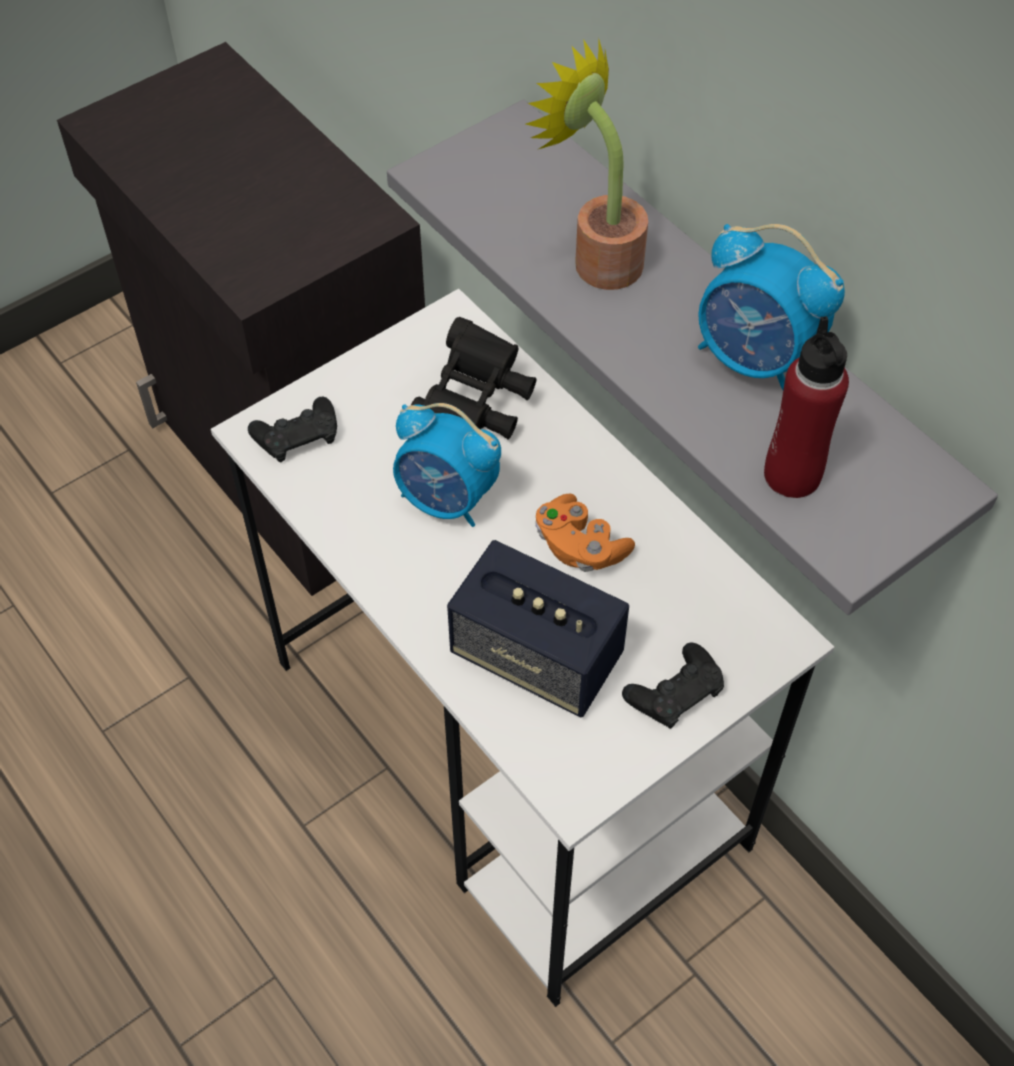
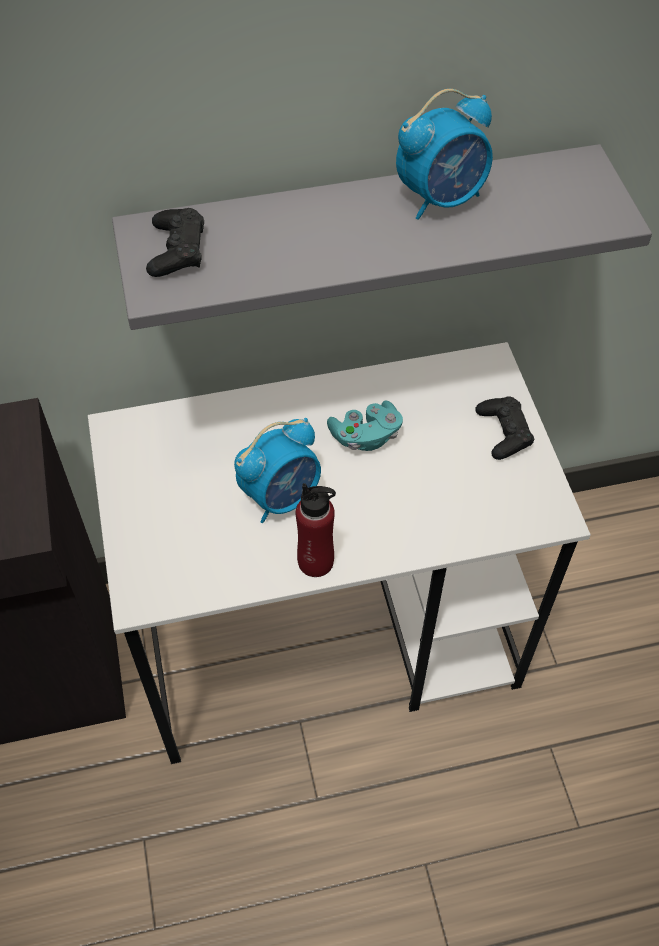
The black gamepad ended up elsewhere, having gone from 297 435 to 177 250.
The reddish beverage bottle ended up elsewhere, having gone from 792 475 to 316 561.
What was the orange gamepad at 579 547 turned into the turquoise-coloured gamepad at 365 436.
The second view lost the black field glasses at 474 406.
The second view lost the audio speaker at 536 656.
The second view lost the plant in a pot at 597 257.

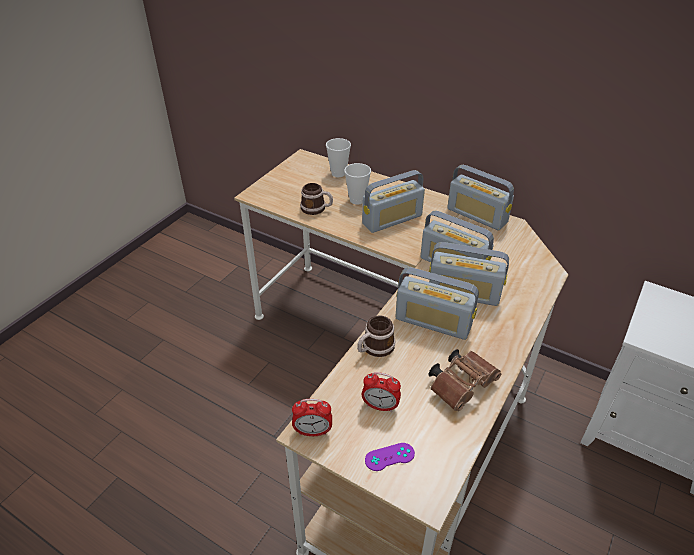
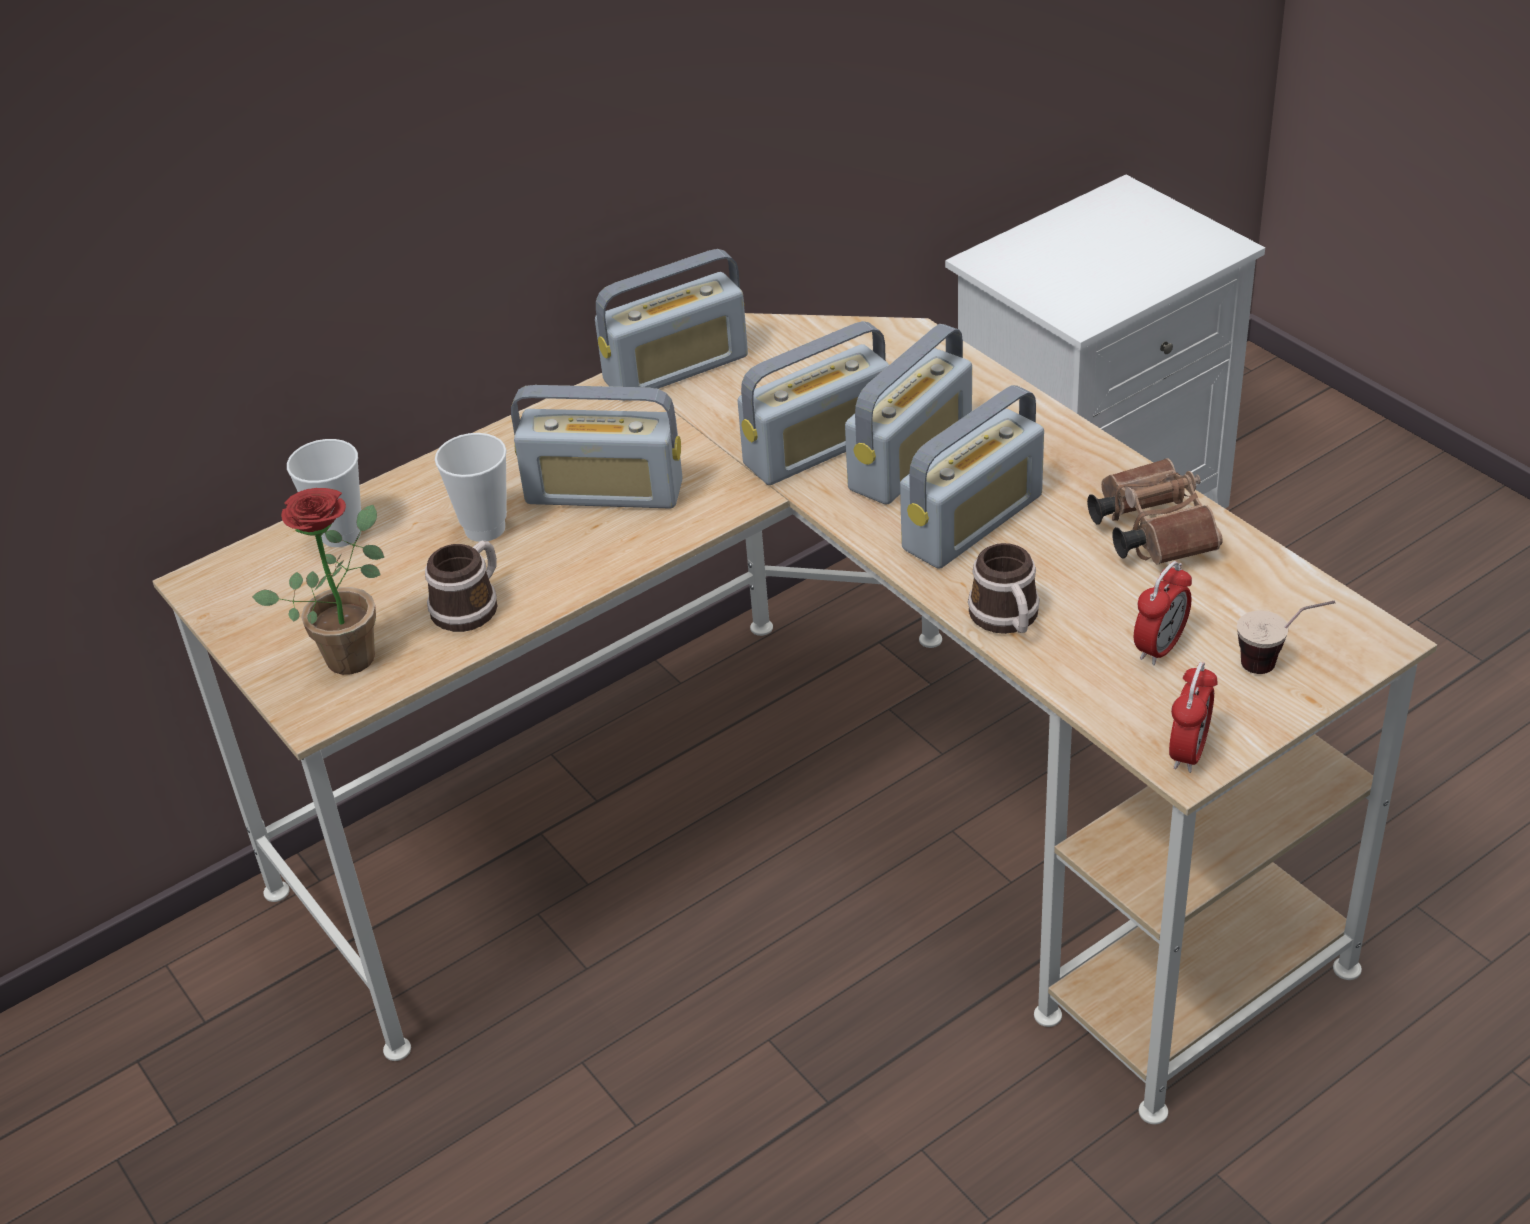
The second view gained the plant in a pot at 353 650.
The radio receiver at 392 219 ended up facing another way, 105 degrees clockwise from before.
Where the purple-coloured gamepad stood at 389 457, the cup came to stand at 1279 663.

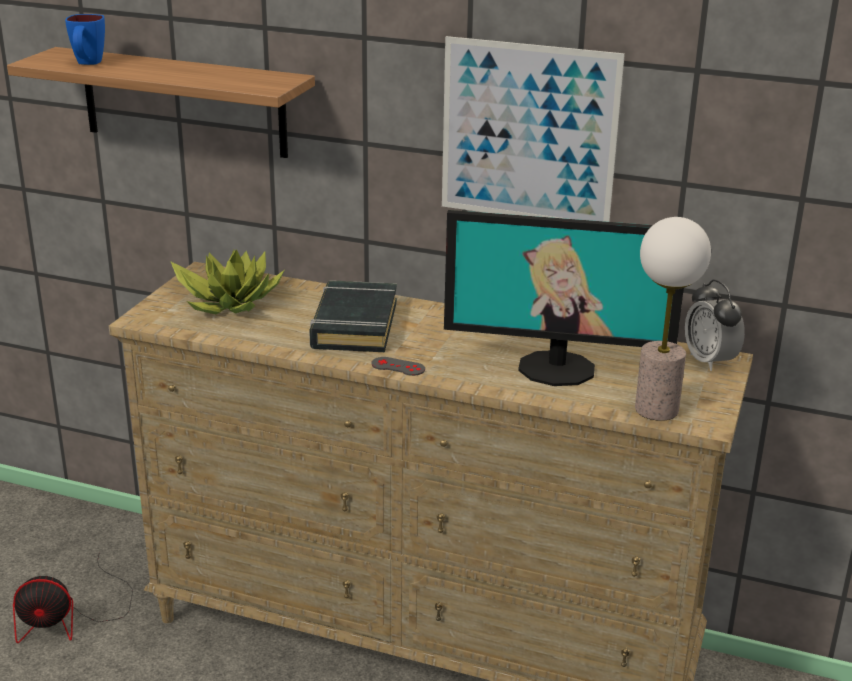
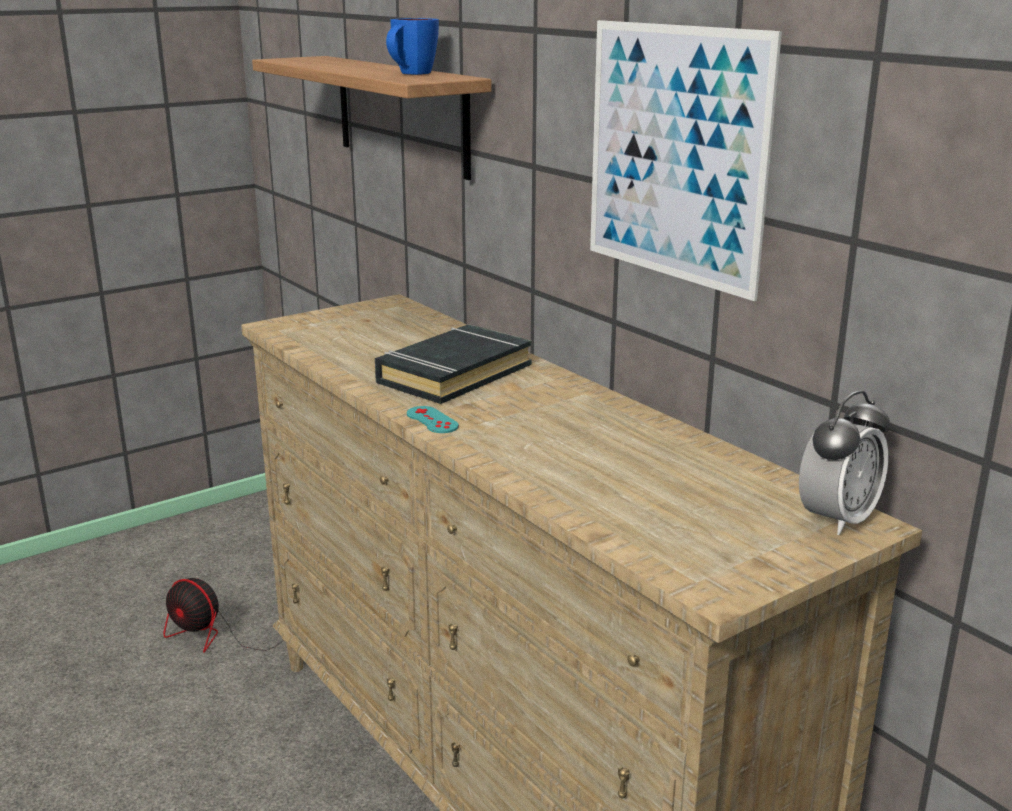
The blue mug ended up elsewhere, having gone from 87 64 to 410 74.
What was the grey gamepad at 398 367 turned into the turquoise-coloured gamepad at 432 420.
The bedside clock at 709 361 ended up facing another way, 150 degrees counterclockwise from before.
The second view lost the plant in a pot at 229 301.
The second view lost the monitor at 557 368.
The second view lost the lamp for a table at 657 409.

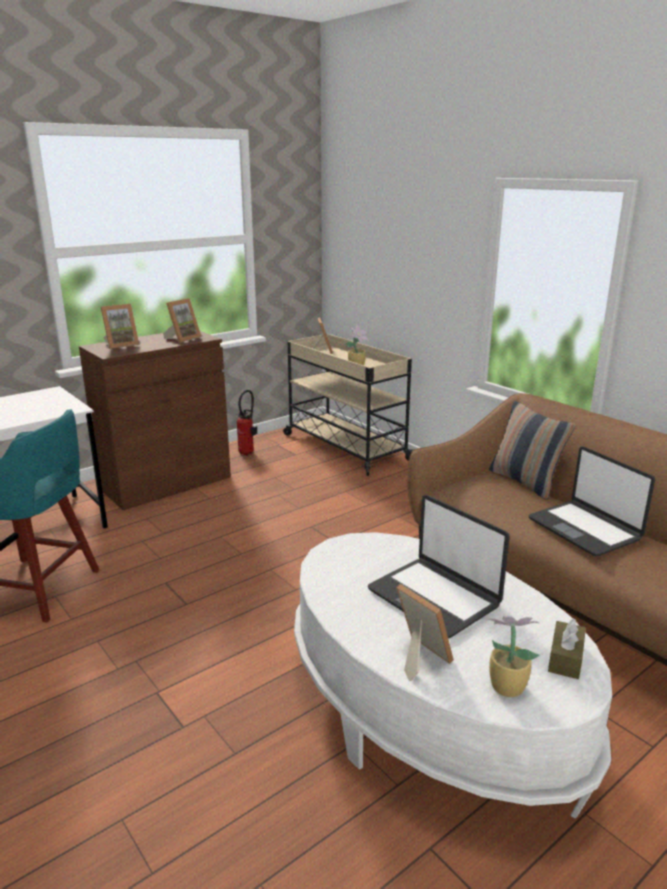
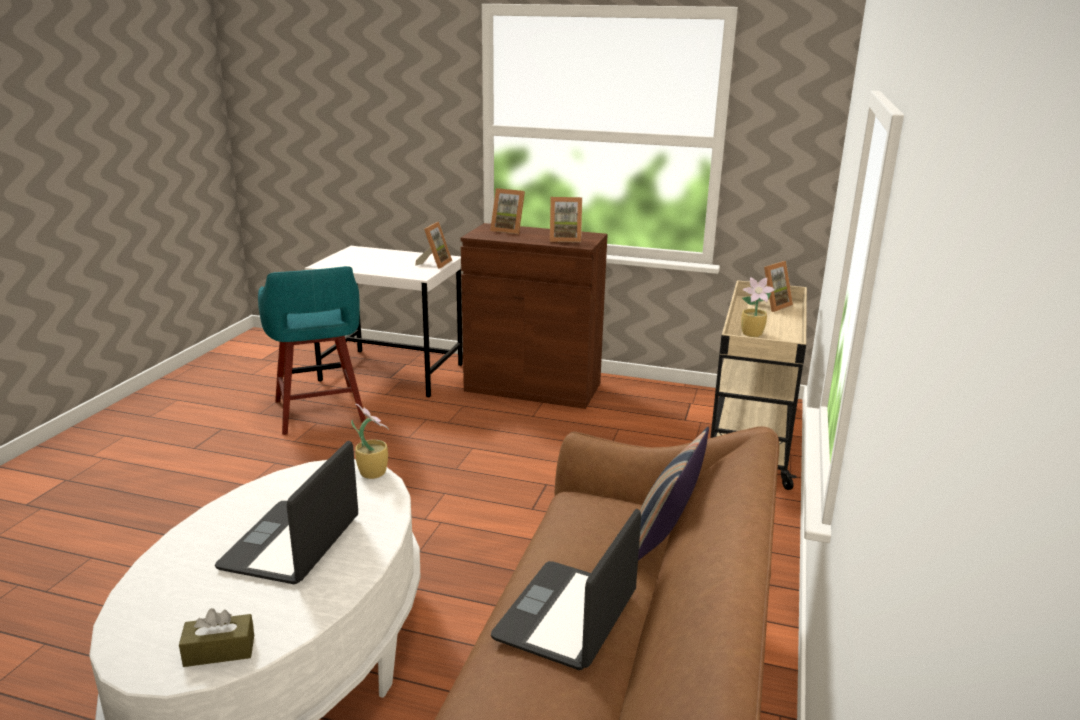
The plant in a pot ended up elsewhere, having gone from 505 686 to 373 472.
The standing frame ended up elsewhere, having gone from 418 657 to 435 264.
The second view lost the fire-fighting cylinder at 248 452.

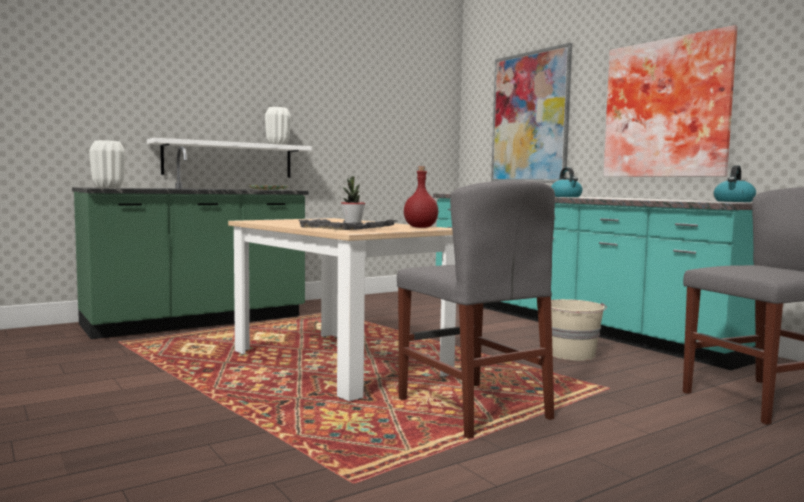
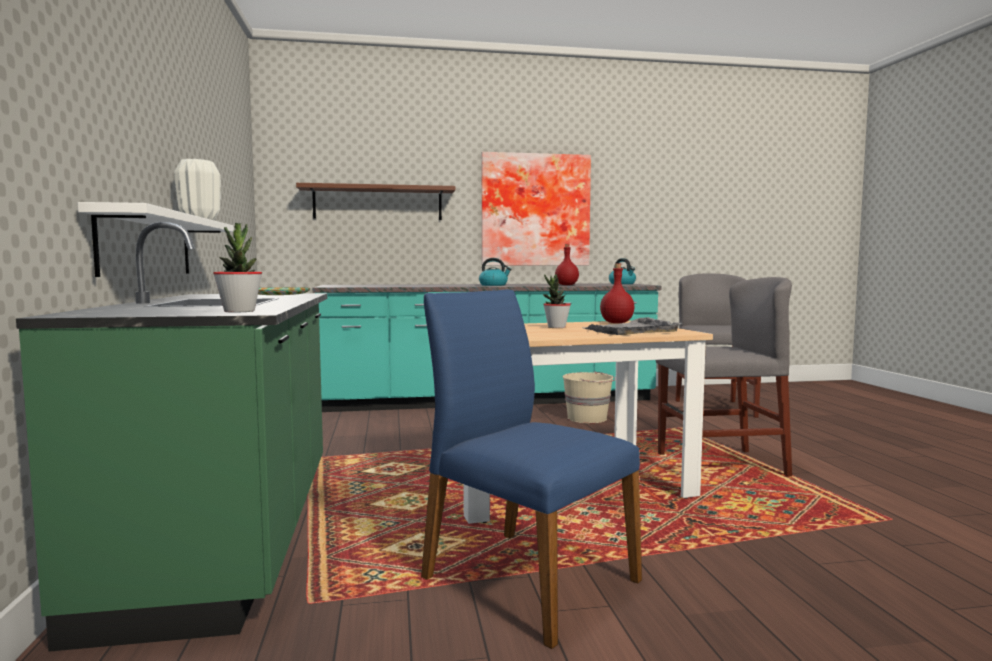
Where the whitish flower vase stood at 109 188, the plant in a pot came to stand at 239 311.
Where the wall art hung at 530 118, the brownish shelf came to hang at 378 203.
The second view gained the blue chair at 526 579.
The second view gained the reddish beverage bottle at 566 285.

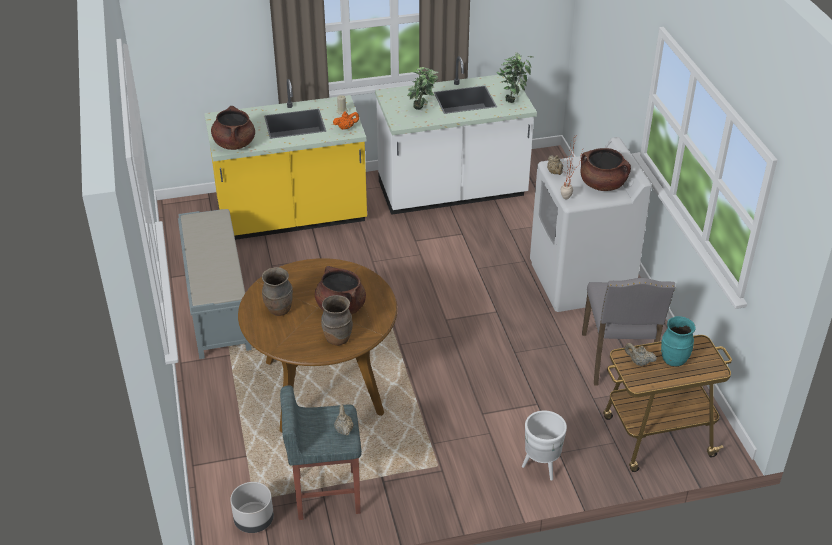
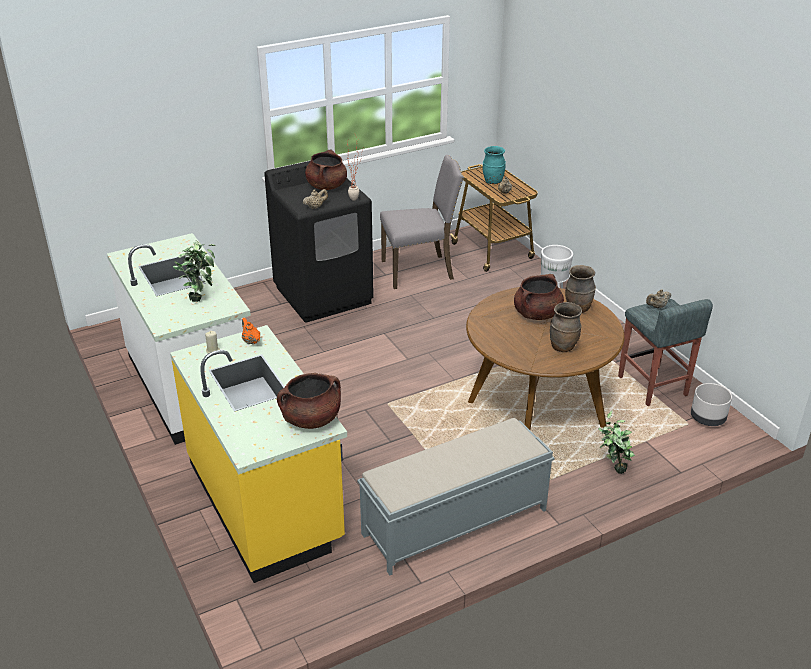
What was the whitish washing machine at 581 281 turned into the black washing machine at 324 295.
The plant in a pot ended up elsewhere, having gone from 513 99 to 612 469.

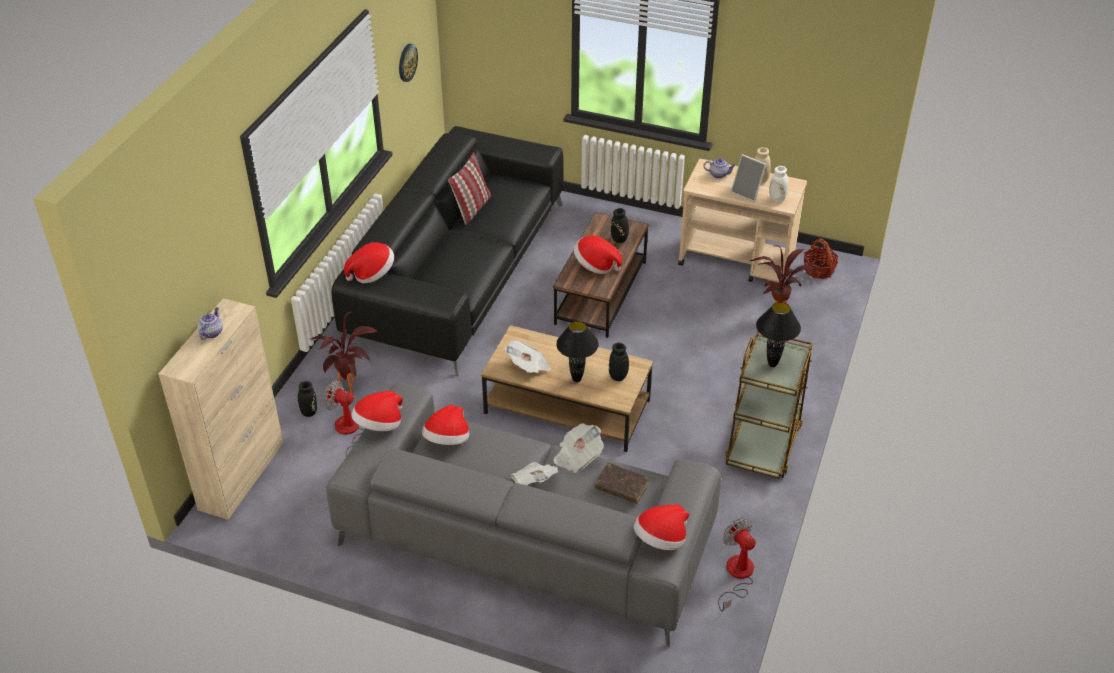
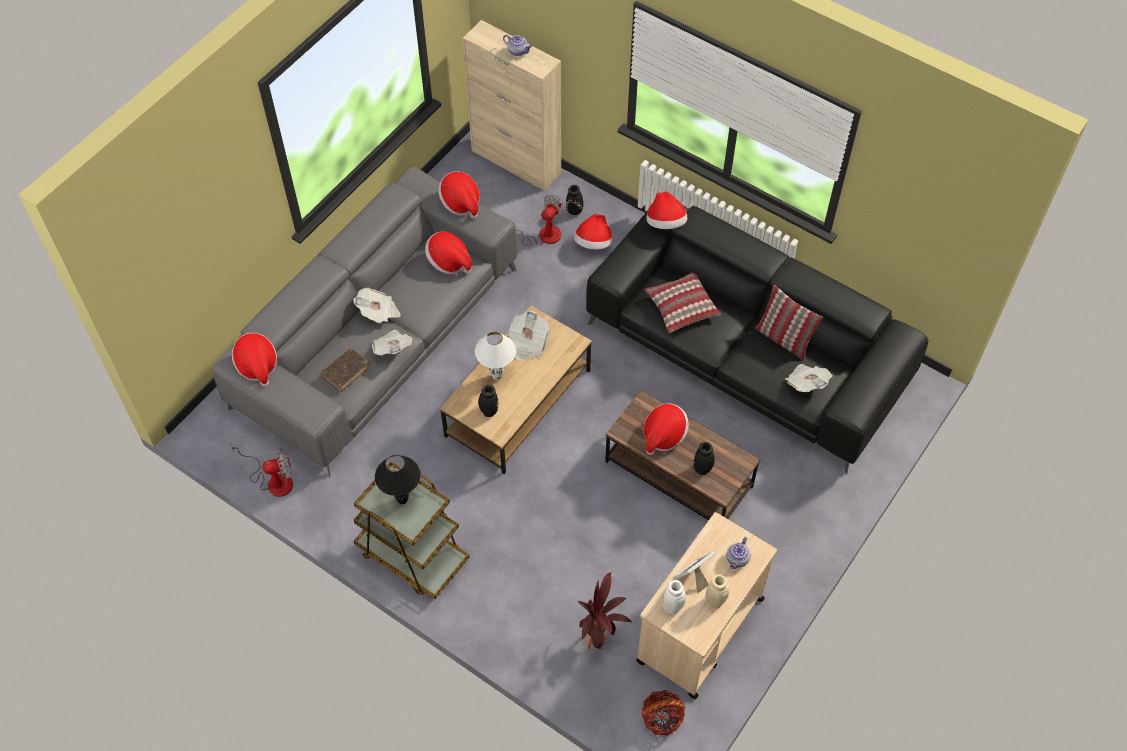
What was the black lamp for a table at 576 379 turned into the whitish lamp for a table at 497 376.
Where the plant in a pot stood at 351 390, the clothing hat came to stand at 593 243.
The second view gained the cushion at 681 307.
The second view gained the printed paper at 806 383.
The second view lost the clock on the wall at 407 62.

